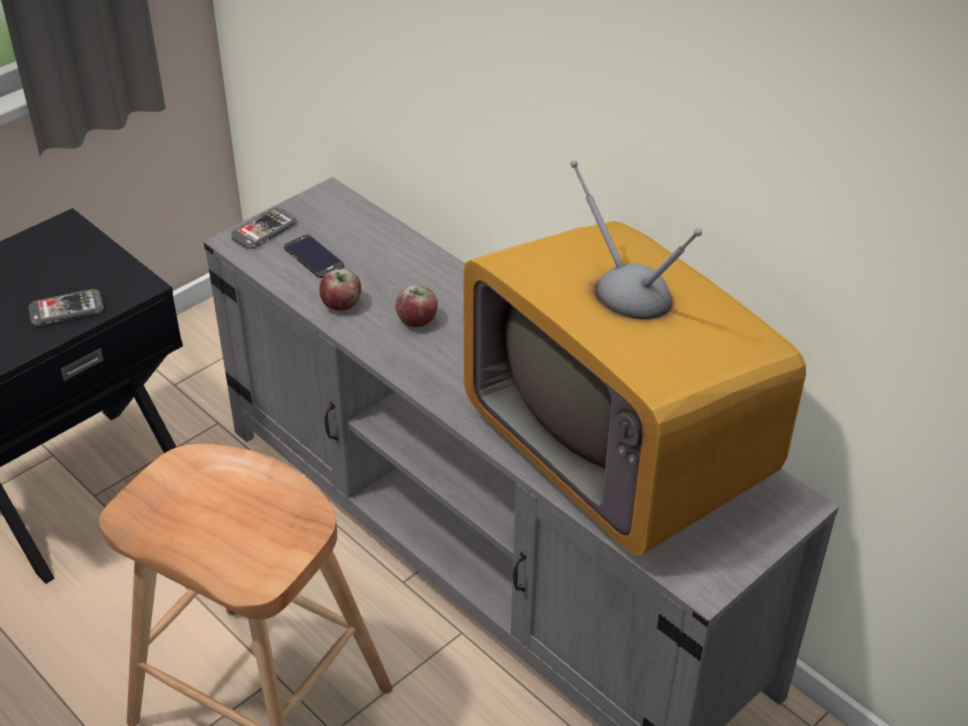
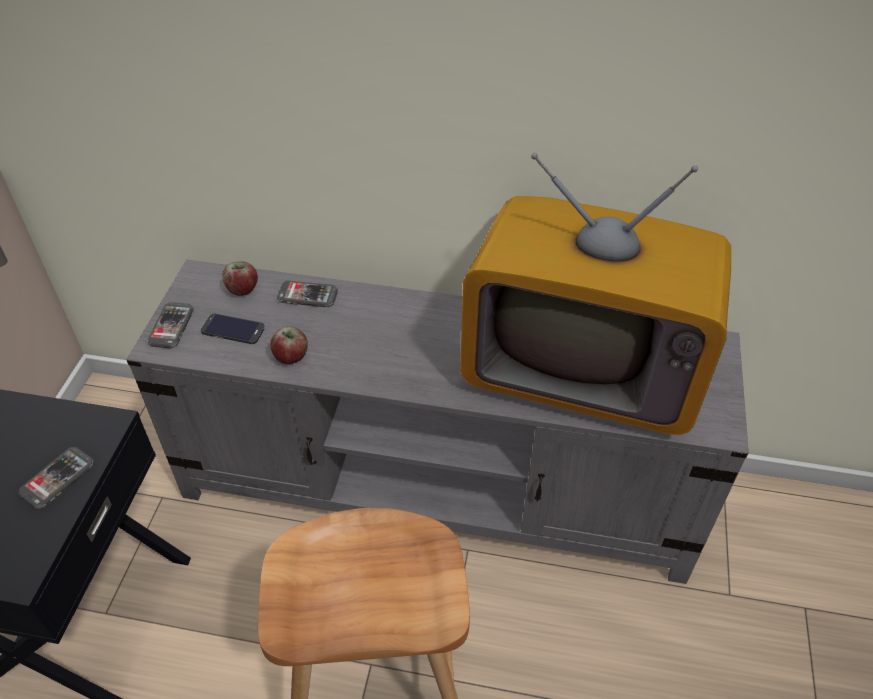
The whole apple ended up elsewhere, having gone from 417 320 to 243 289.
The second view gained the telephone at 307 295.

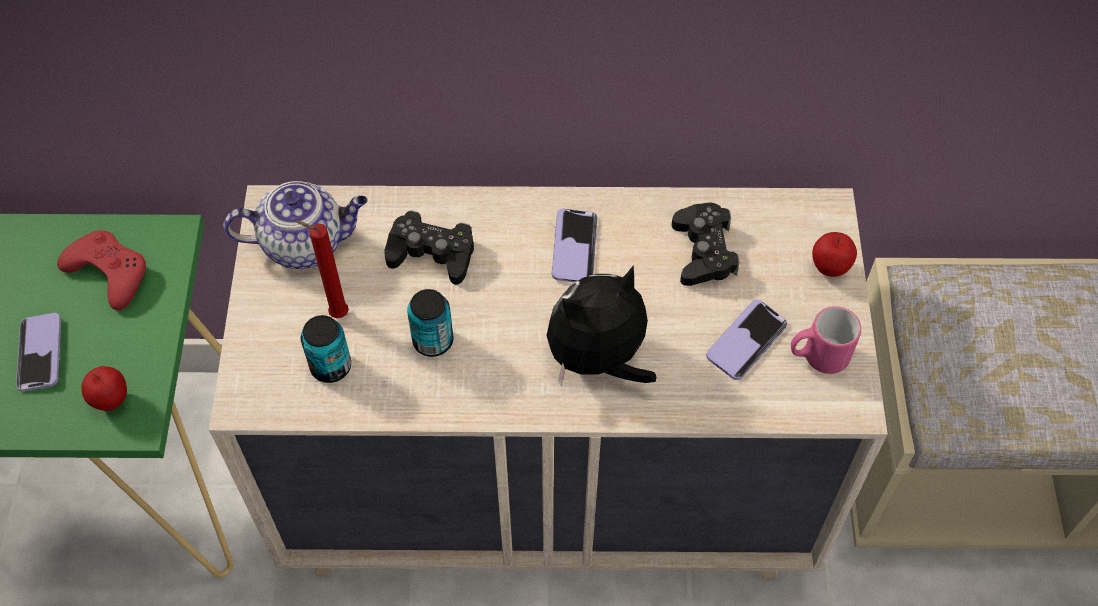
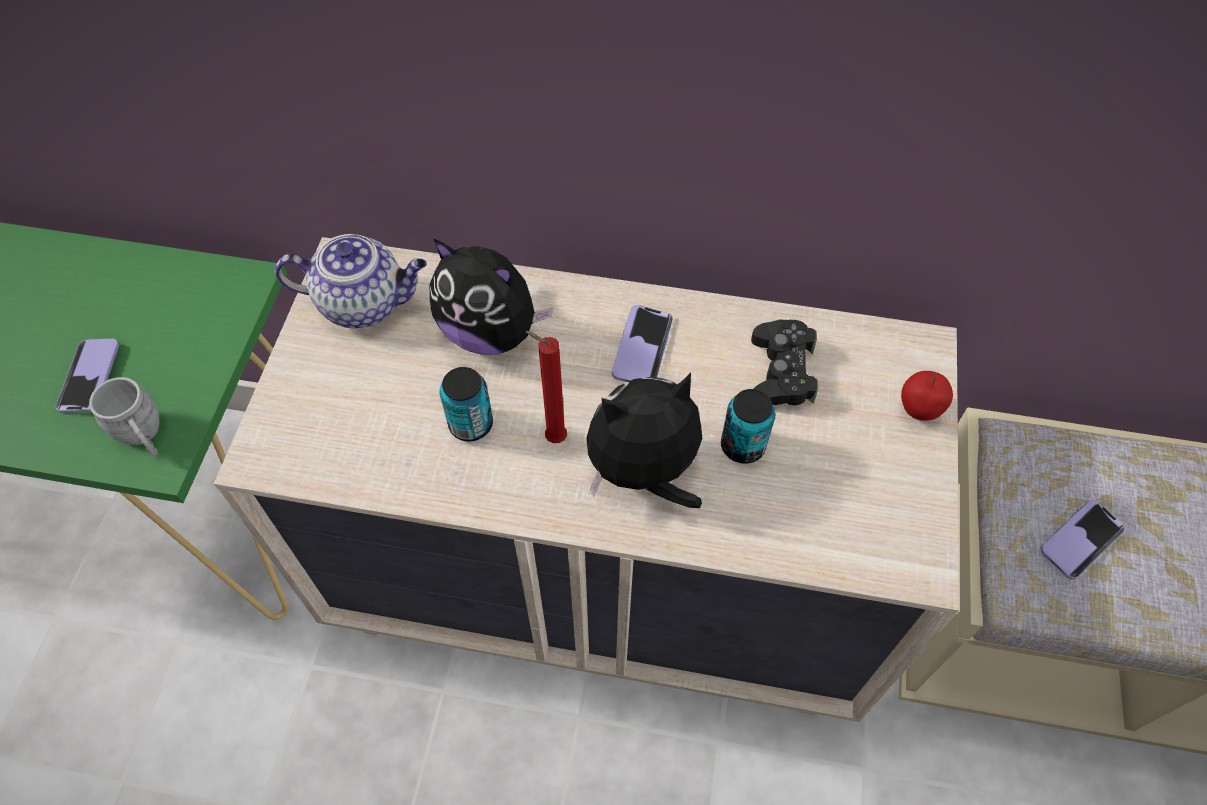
Where the whole apple stood at 112 401, the grey mug came to stand at 144 436.
Where the black gamepad stood at 432 253, the plush toy came to stand at 491 332.
The reddish candle ended up elsewhere, having gone from 336 314 to 552 437.
The metal can ended up elsewhere, having gone from 331 366 to 742 446.
The telephone ended up elsewhere, having gone from 746 341 to 1081 540.
The second view lost the reddish gamepad at 109 272.
The second view lost the pink-coloured mug at 818 357.

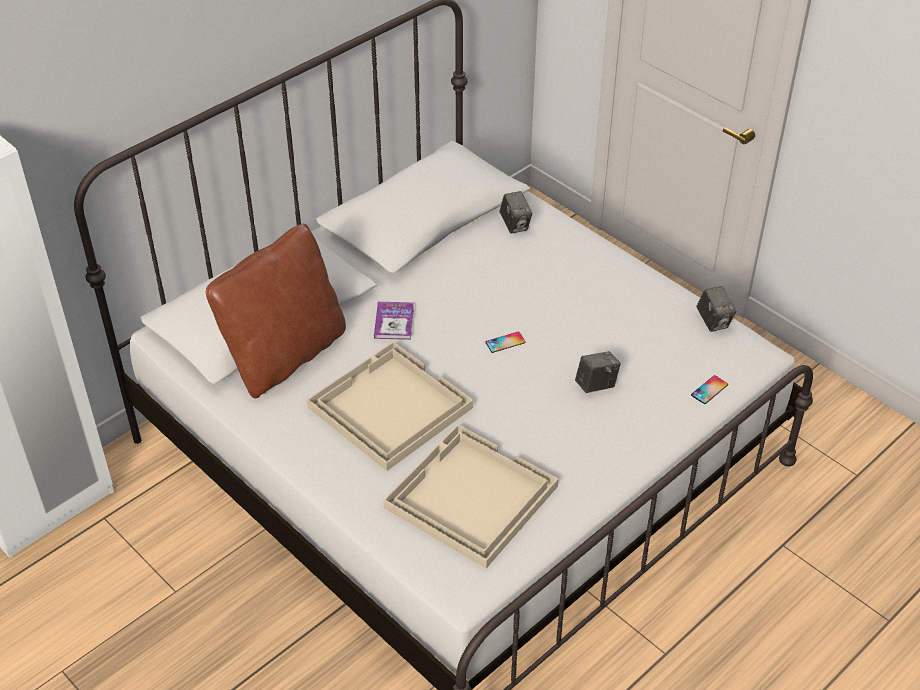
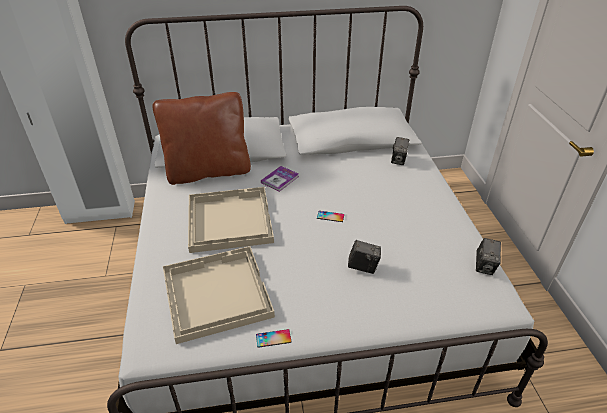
The telephone ended up elsewhere, having gone from 709 390 to 273 338.

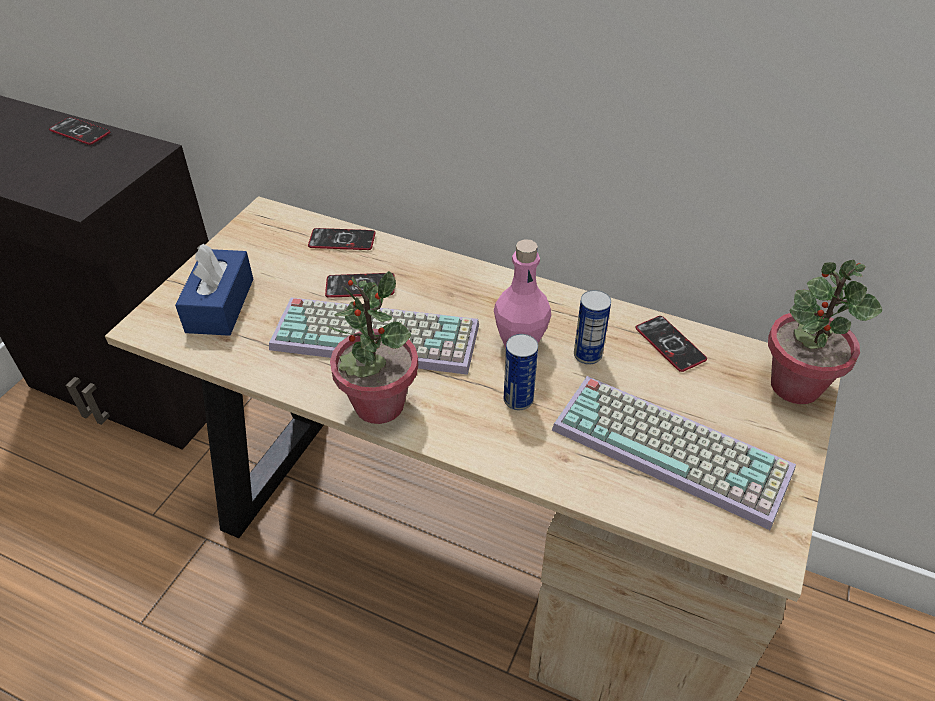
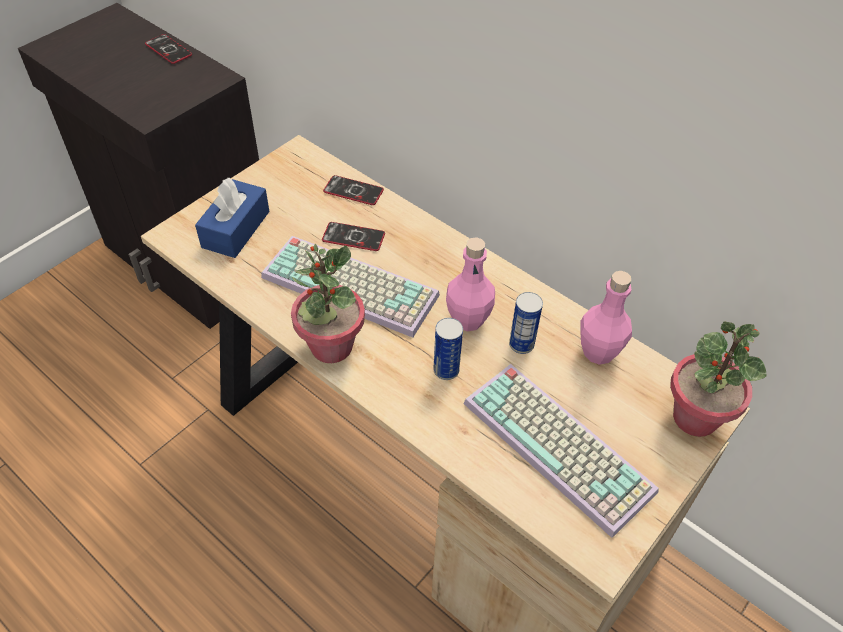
Where the telephone stood at 670 344, the pink-coloured beverage bottle came to stand at 598 352.

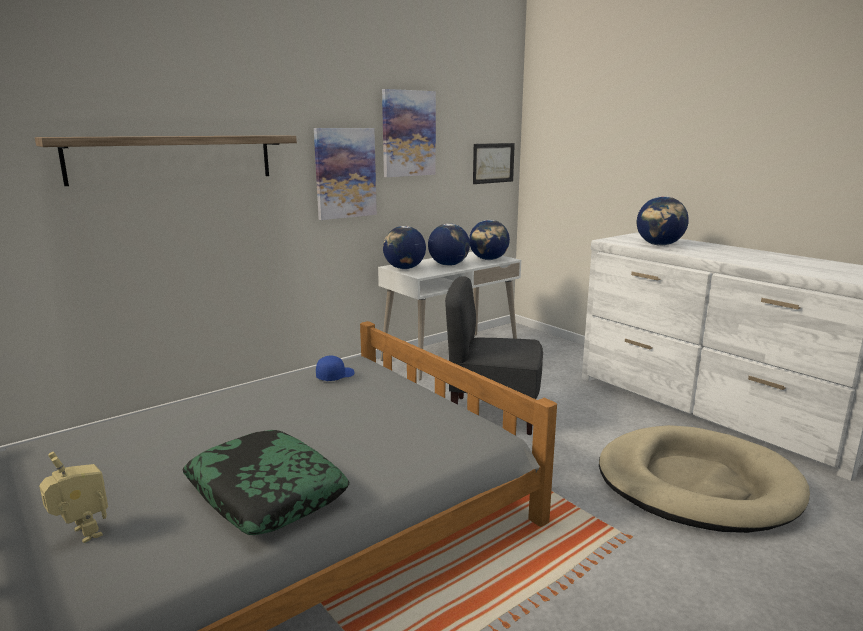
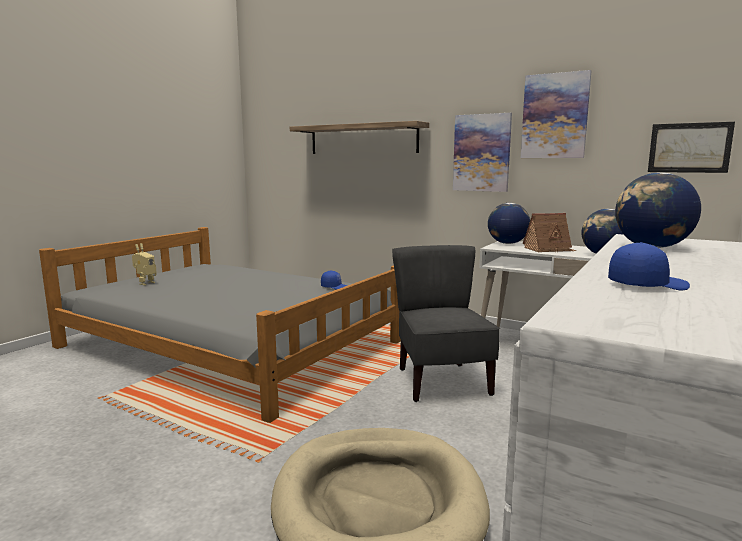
Where the desk globe stood at 448 265, the toy house came to stand at 548 249.
The second view gained the blue baseball cap at 646 285.
The second view lost the cushion at 265 493.

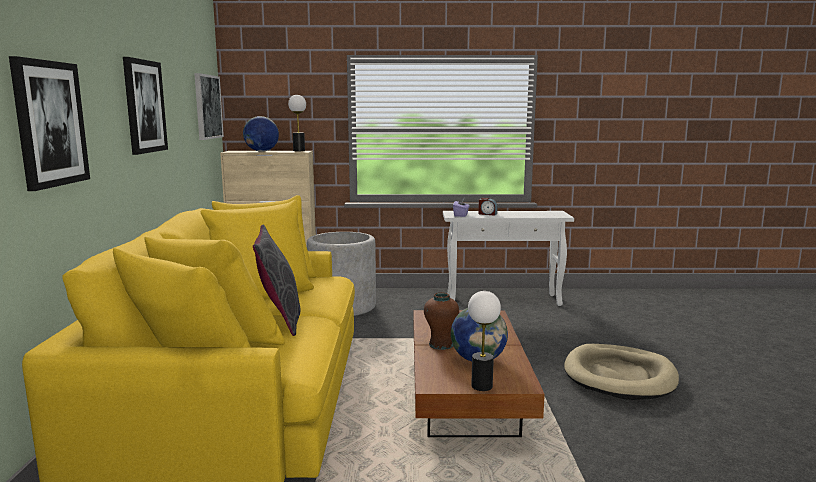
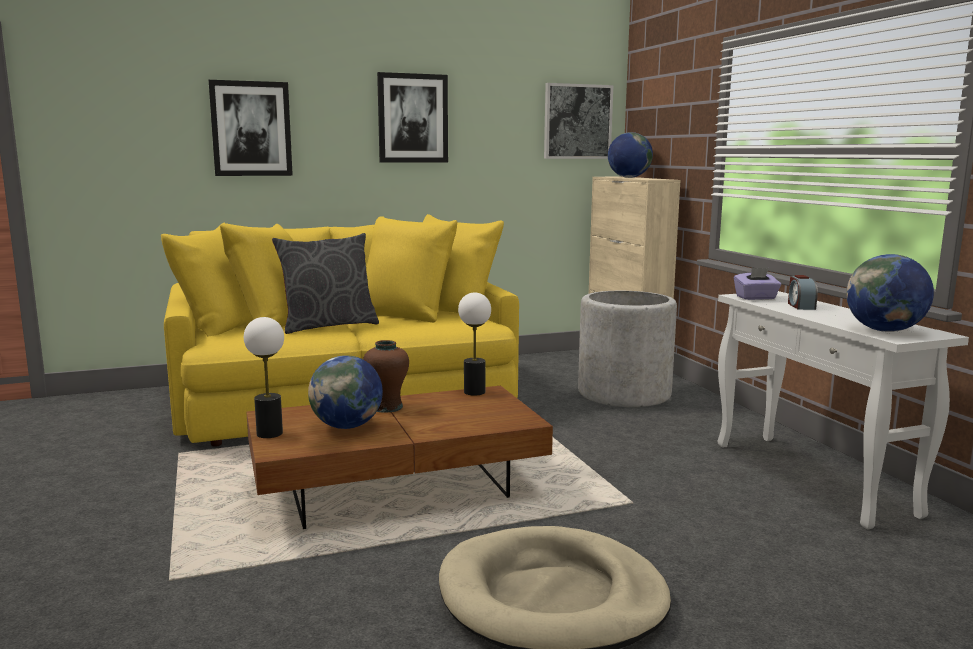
The lamp for a table ended up elsewhere, having gone from 299 151 to 474 392.
The second view gained the desk globe at 884 330.

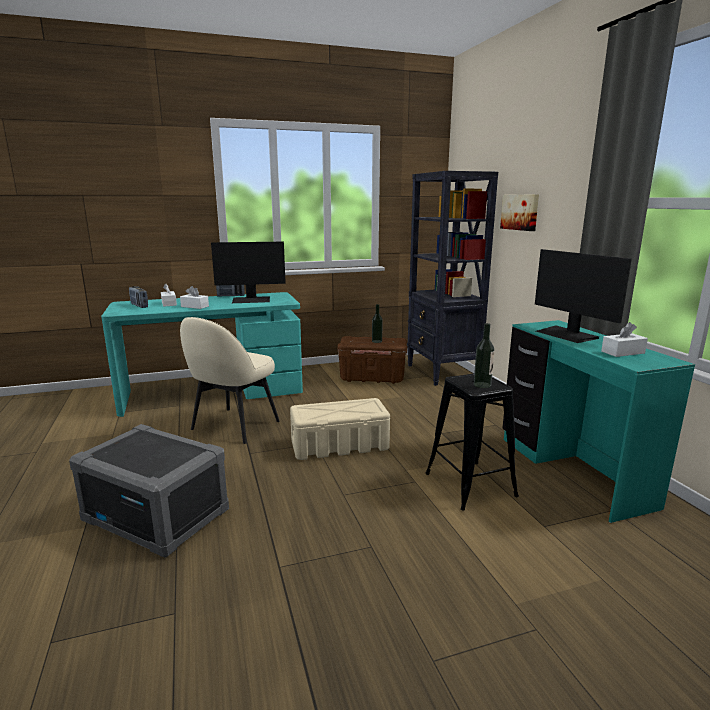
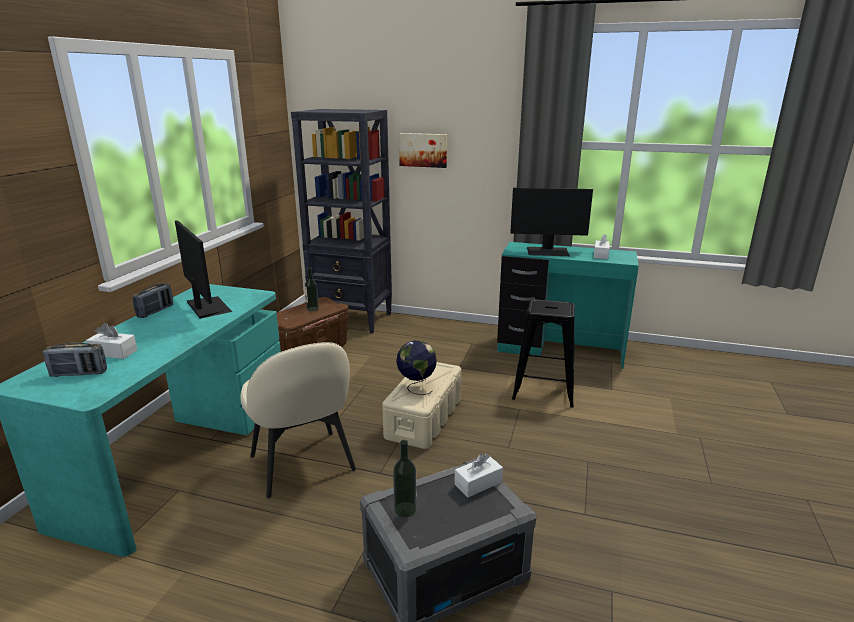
The monitor at 251 300 ended up facing another way, 60 degrees counterclockwise from before.
The beverage bottle ended up elsewhere, having gone from 482 385 to 405 509.
The second view gained the desk globe at 416 387.
The whitish box of tissues ended up elsewhere, having gone from 195 306 to 478 483.

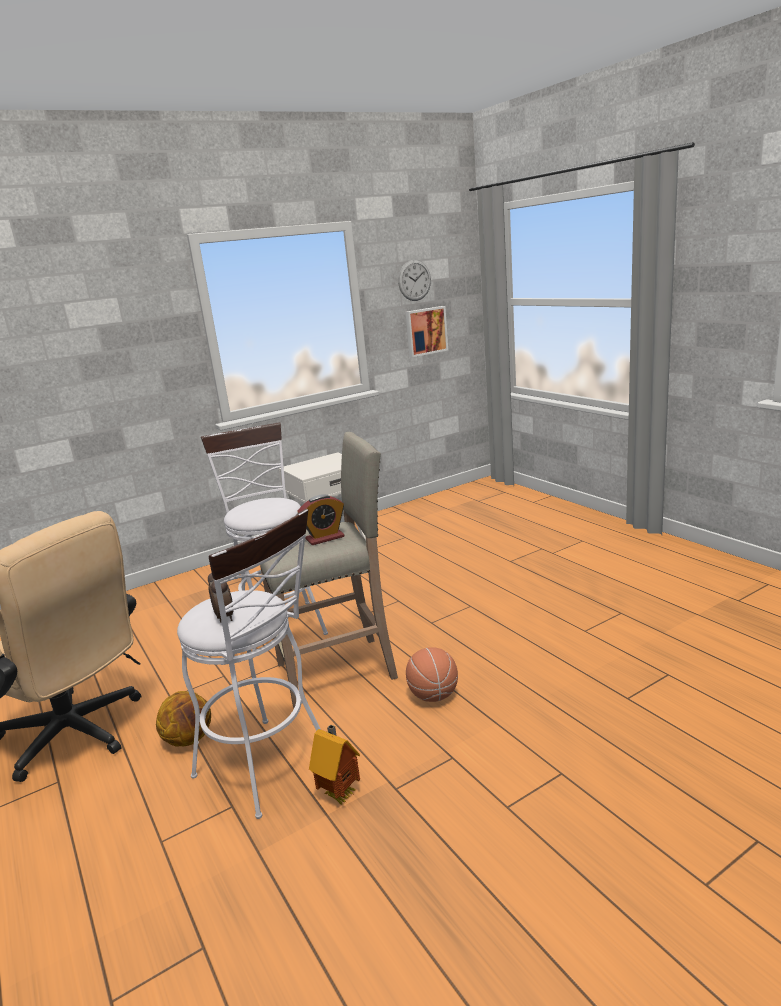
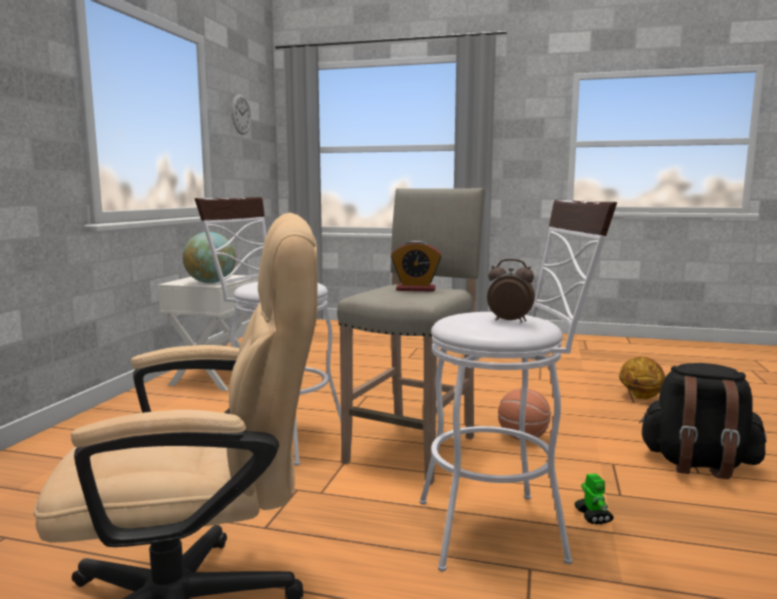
The second view gained the desk globe at 210 282.
The bedside clock at 325 538 ended up facing another way, 75 degrees clockwise from before.
Where the toy house stood at 340 793, the robot figure came to stand at 593 515.
The basketball ended up elsewhere, having gone from 189 739 to 640 397.
The second view gained the black knapsack at 698 464.
The second view lost the wall art at 425 331.

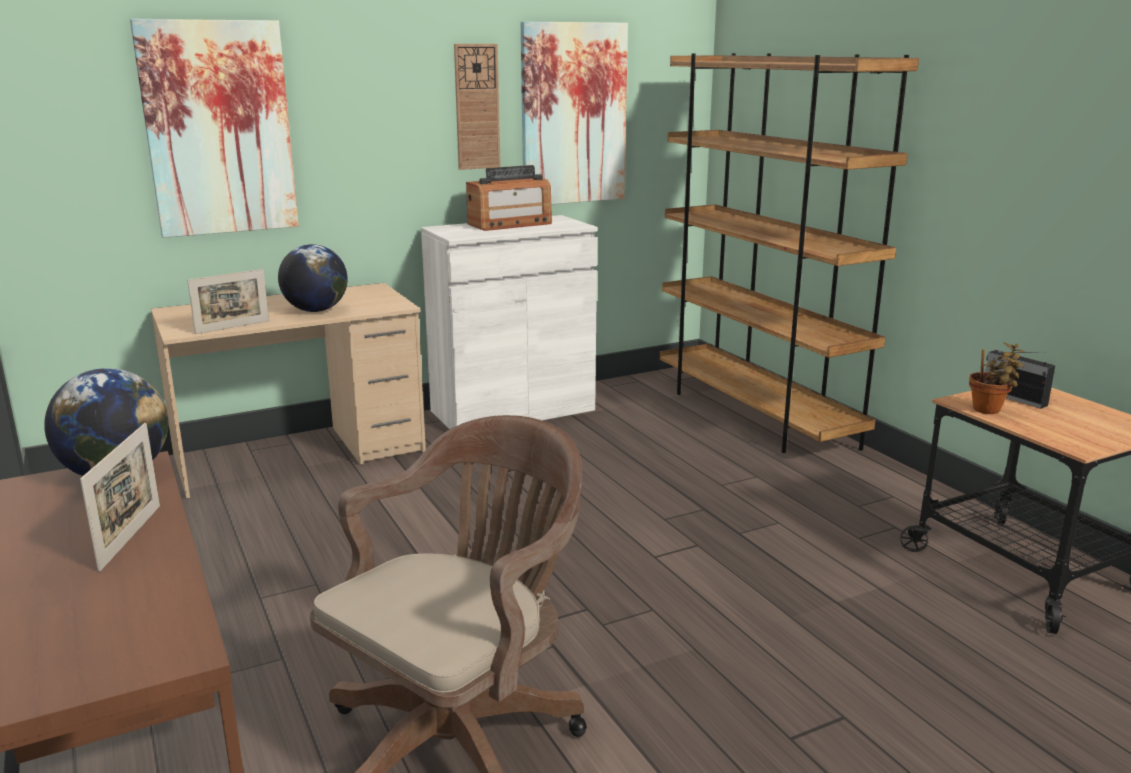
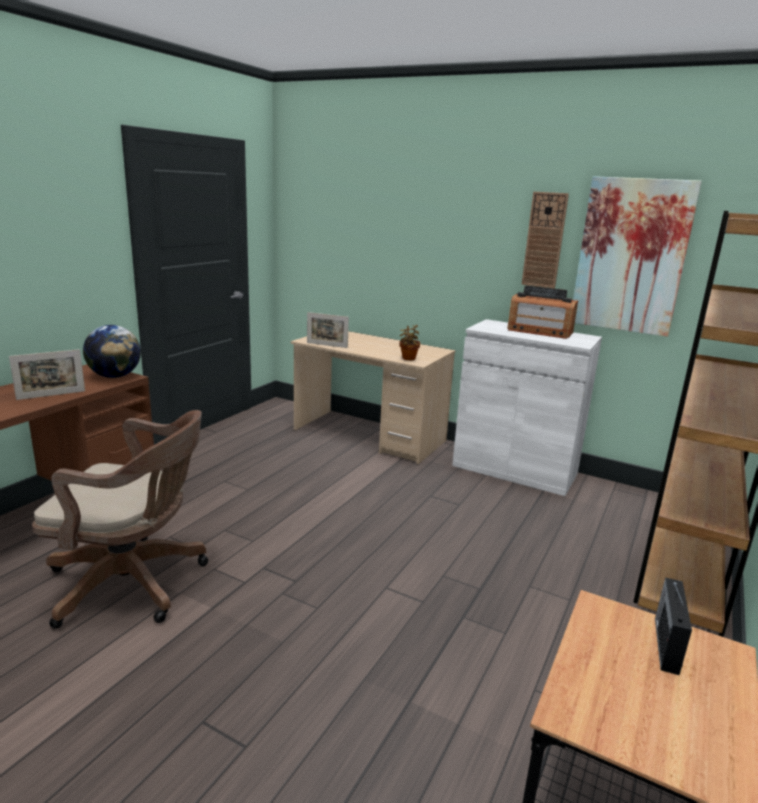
The plant in a pot ended up elsewhere, having gone from 989 410 to 408 359.
The second view lost the wall art at 219 129.
The second view lost the desk globe at 315 310.

